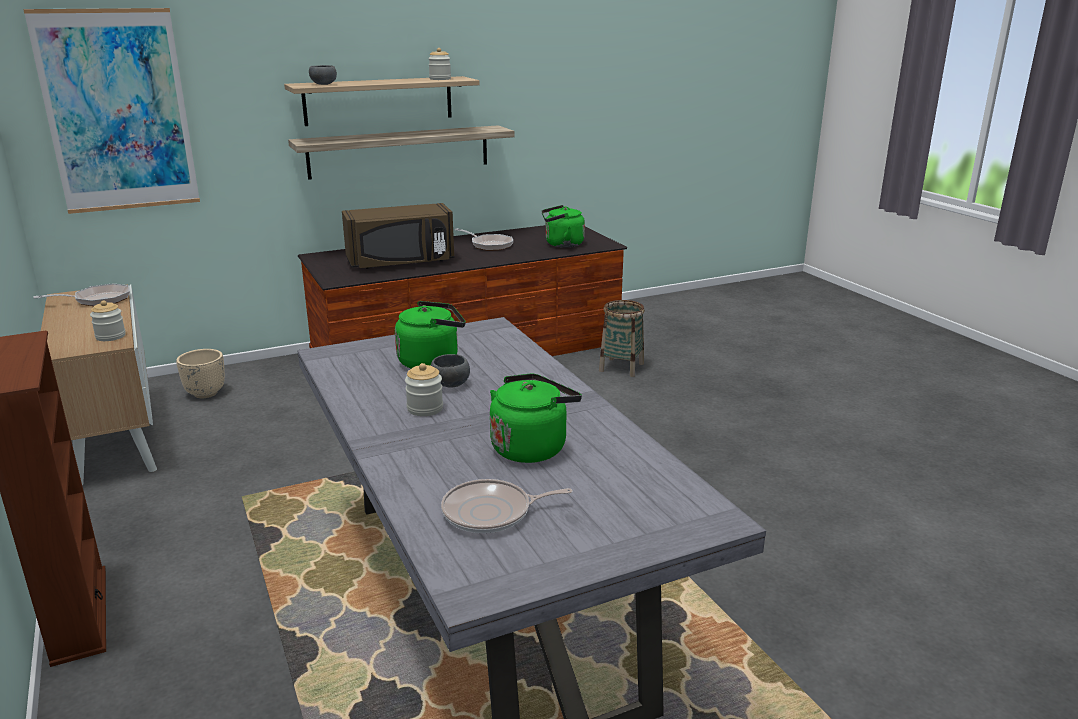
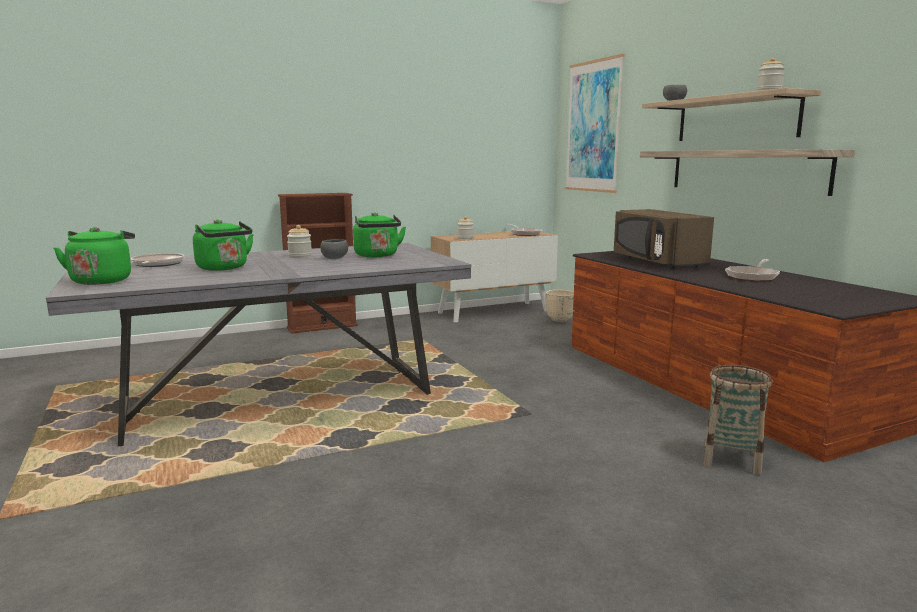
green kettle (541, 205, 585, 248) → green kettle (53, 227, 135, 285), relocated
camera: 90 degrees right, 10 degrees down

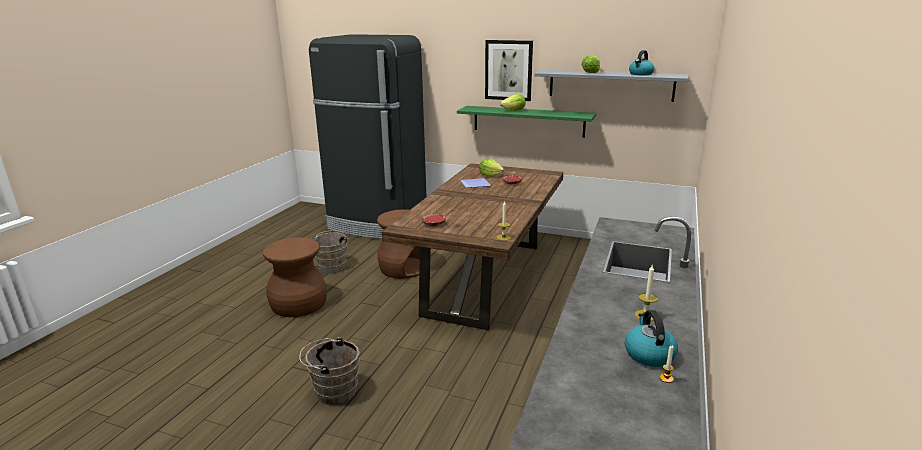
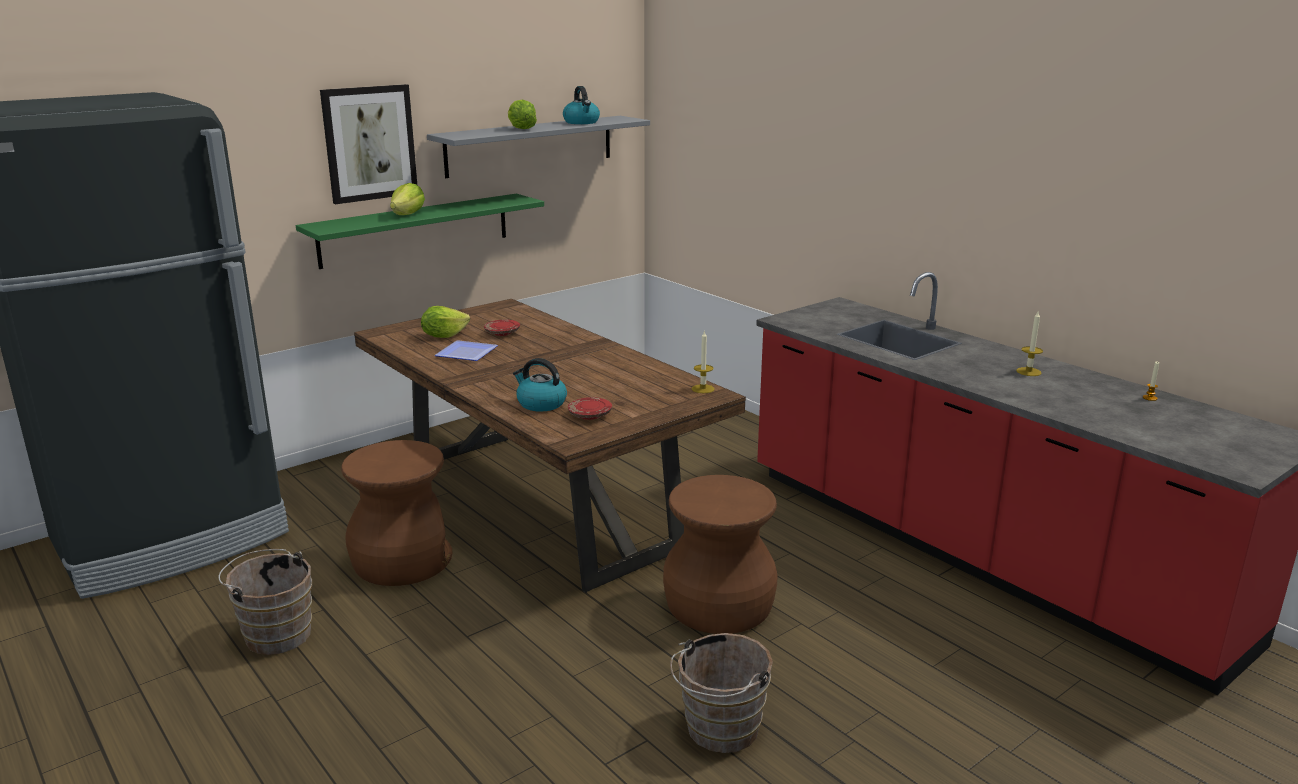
kettle (625, 310, 678, 367) → kettle (513, 358, 567, 412), relocated
brown stool (263, 237, 326, 317) → brown stool (663, 475, 777, 634), relocated
camera: 60 degrees left, 0 degrees up

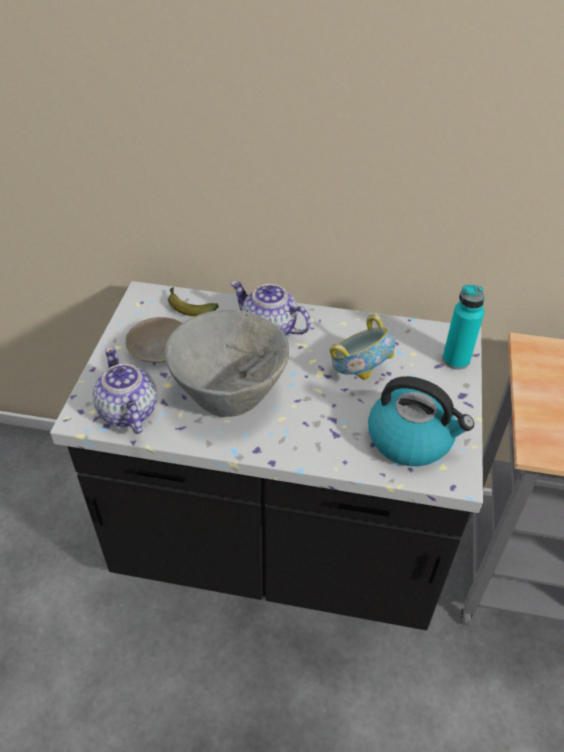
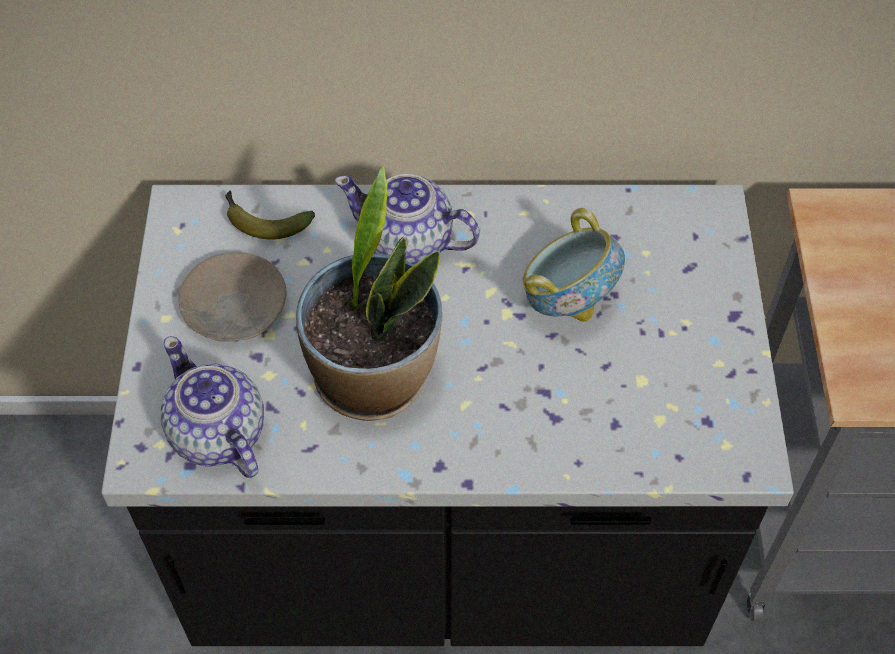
grey bowl (164, 310, 289, 417) → potted plant (296, 166, 443, 421)
kettle (368, 376, 474, 466) → -
turquoise bottle (442, 285, 484, 370) → -
camera: 10 degrees left, 10 degrees up

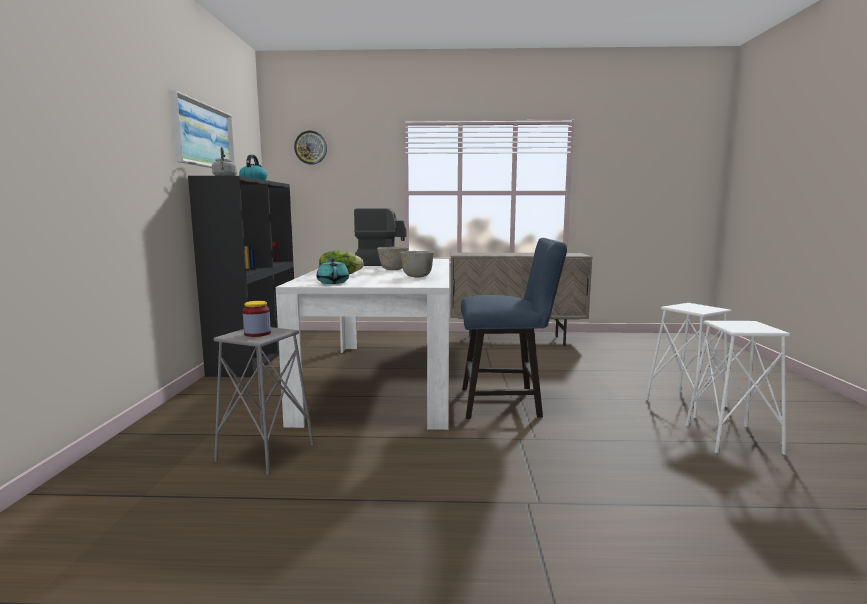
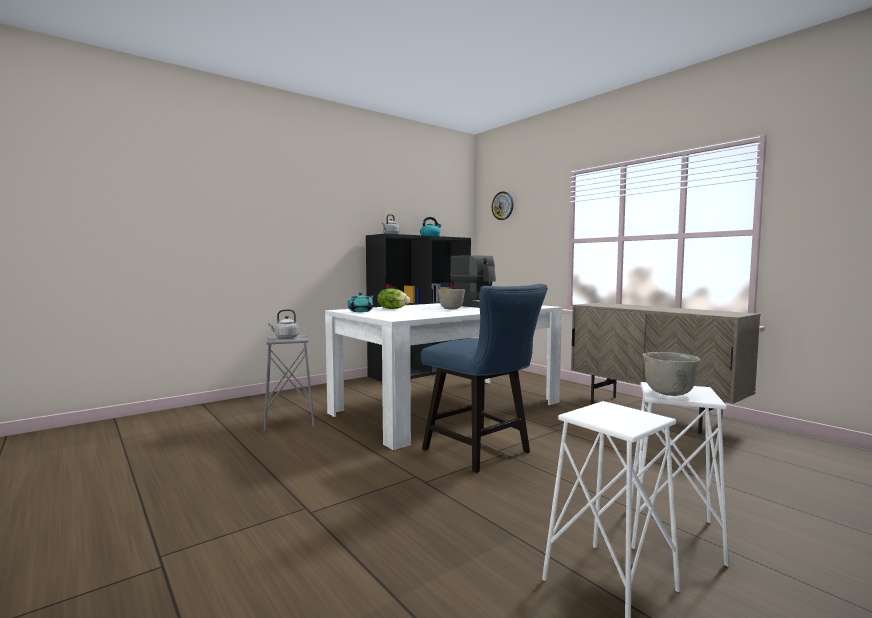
jar (243, 301, 271, 337) → grey kettle (268, 309, 299, 339)
grey bowl (400, 251, 434, 278) → grey bowl (643, 352, 700, 396), relocated
picture (170, 91, 235, 168) → -
camera: 50 degrees right, 5 degrees down

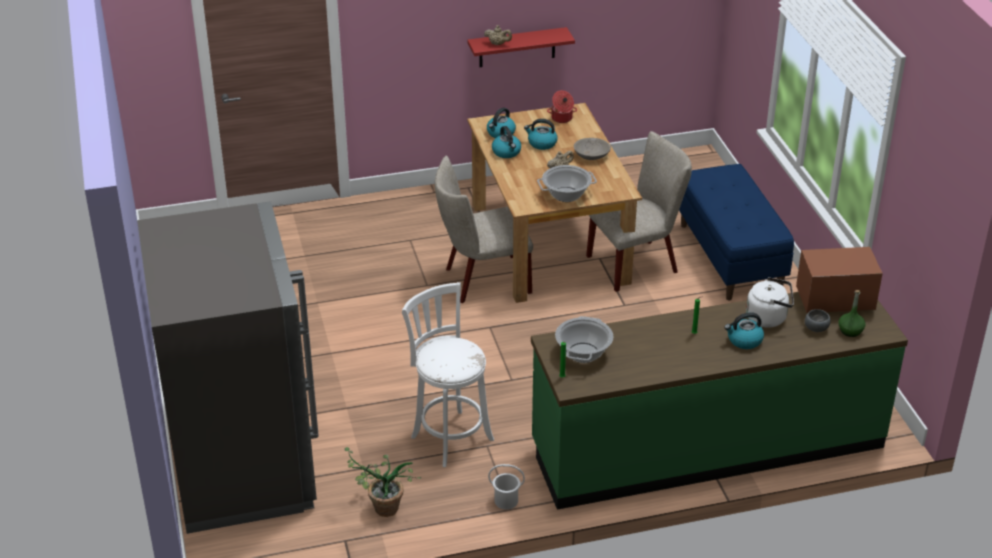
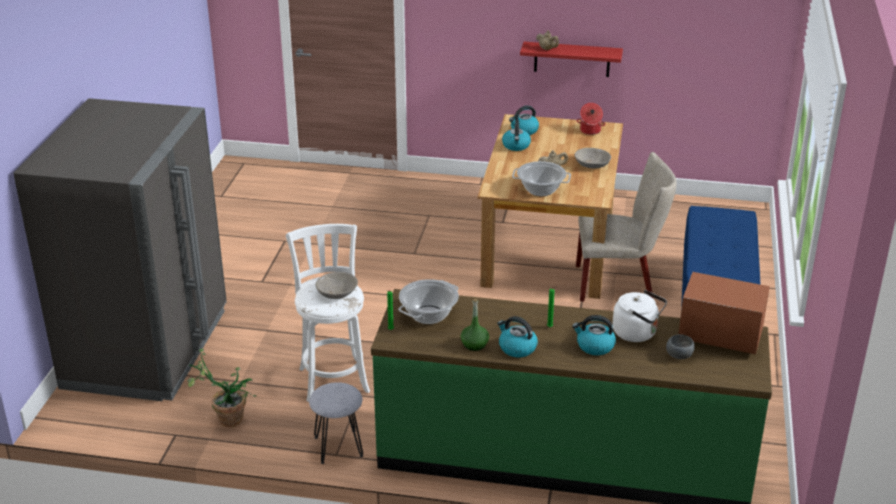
white bucket (488, 464, 525, 510) → grey stool (309, 382, 363, 464)
- → grey bowl (315, 272, 358, 299)
green bottle (838, 290, 865, 337) → green bottle (460, 299, 489, 351), relocated
kettle (524, 119, 558, 150) → kettle (497, 316, 538, 357), relocated
beige chair (435, 156, 533, 303) → -
camera: 25 degrees right, 5 degrees down

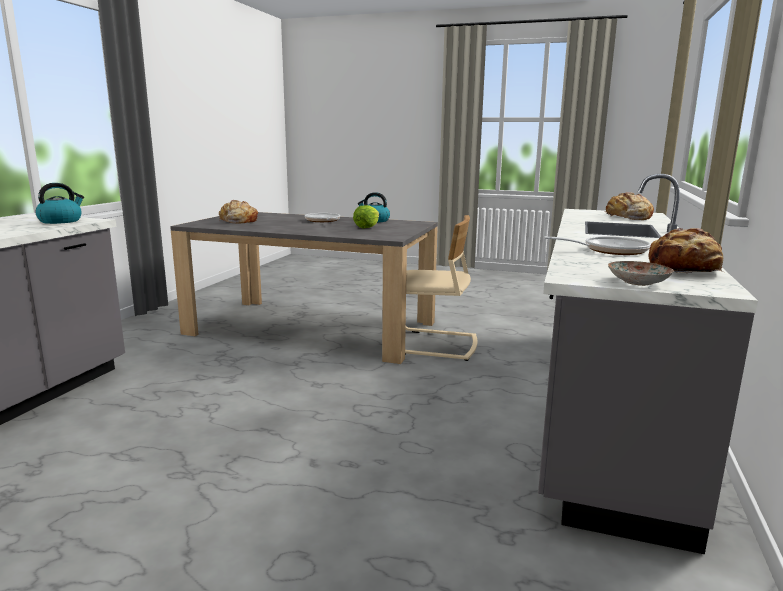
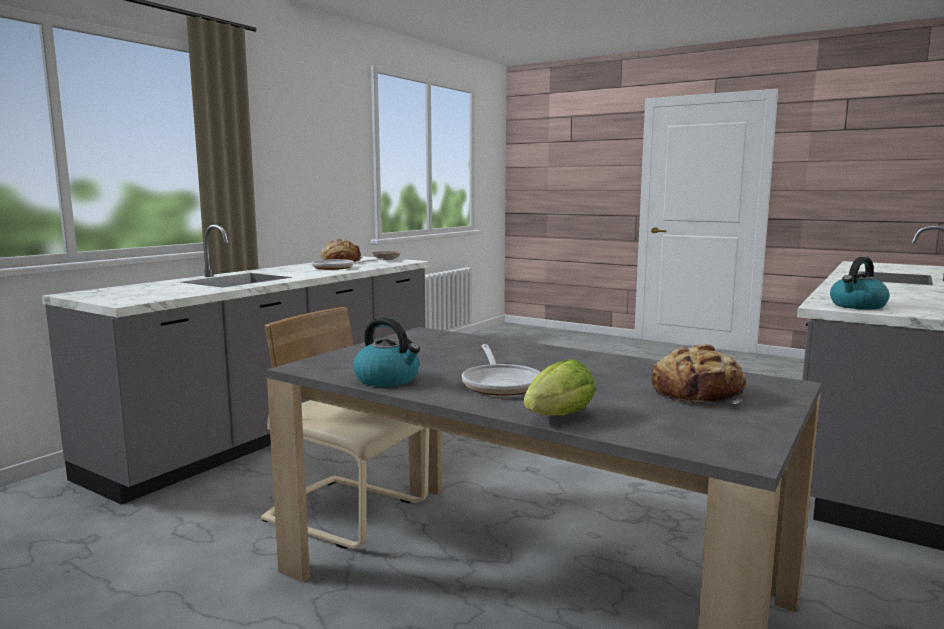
lettuce (353, 205, 379, 228) → lettuce (524, 359, 595, 415), relocated
bread (604, 192, 654, 220) → -
camera: 165 degrees left, 5 degrees down

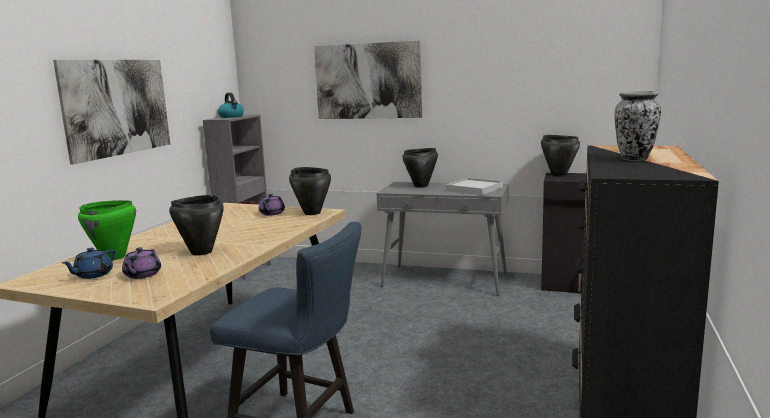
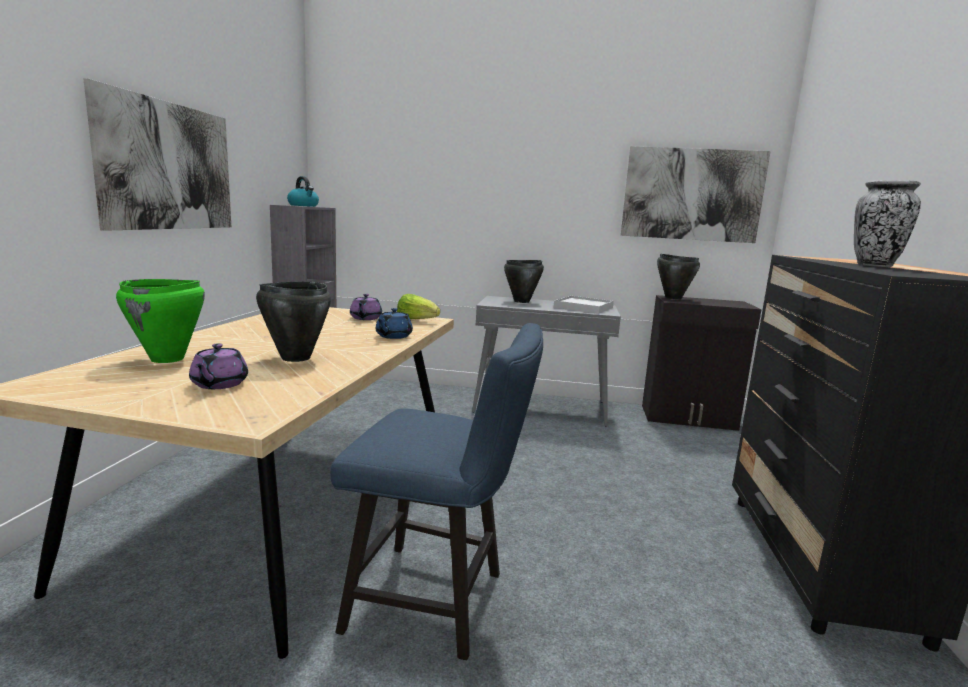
blue teapot (62, 248, 116, 279) → blue teapot (376, 308, 413, 339), relocated
black cooking pot (289, 167, 331, 215) → lettuce (397, 294, 440, 319)
picture (314, 40, 422, 119) → picture (621, 146, 771, 243), relocated
camera: 10 degrees left, 0 degrees up

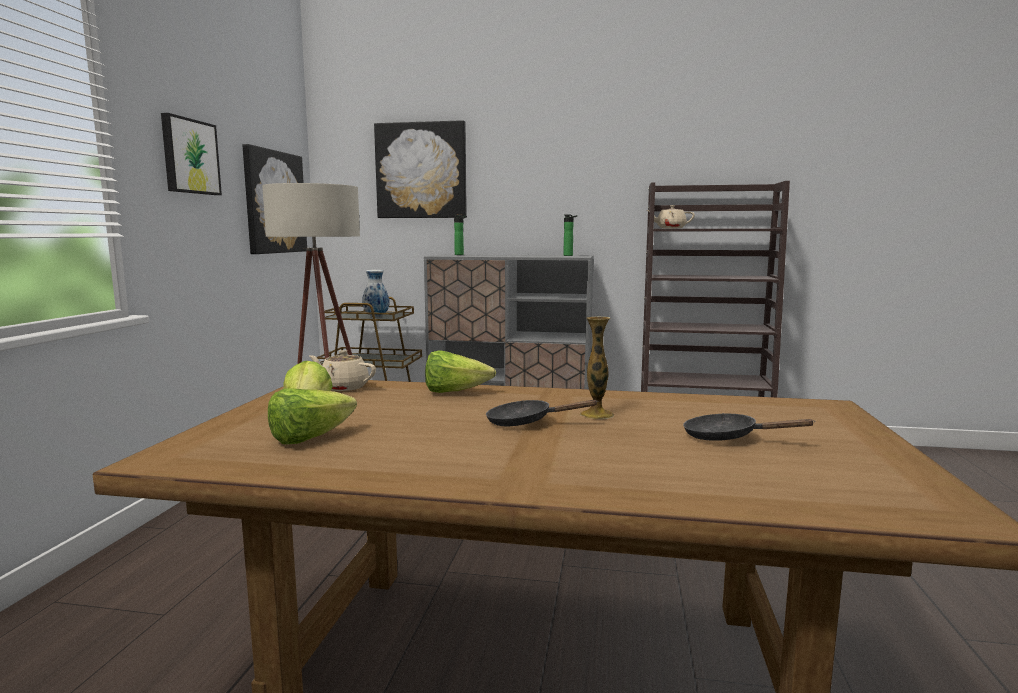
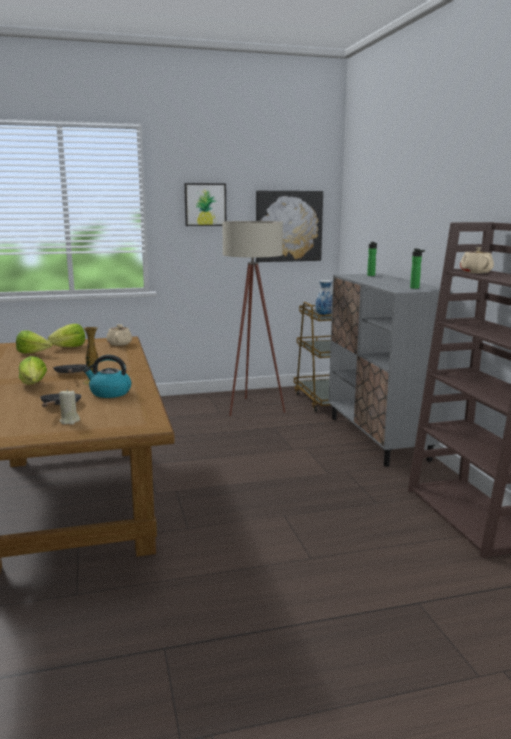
lettuce (425, 350, 496, 393) → lettuce (19, 356, 47, 385), relocated
- → beige candle (59, 389, 80, 425)
- → kettle (83, 355, 131, 398)
picture (374, 120, 467, 218) → -
camera: 65 degrees right, 5 degrees up

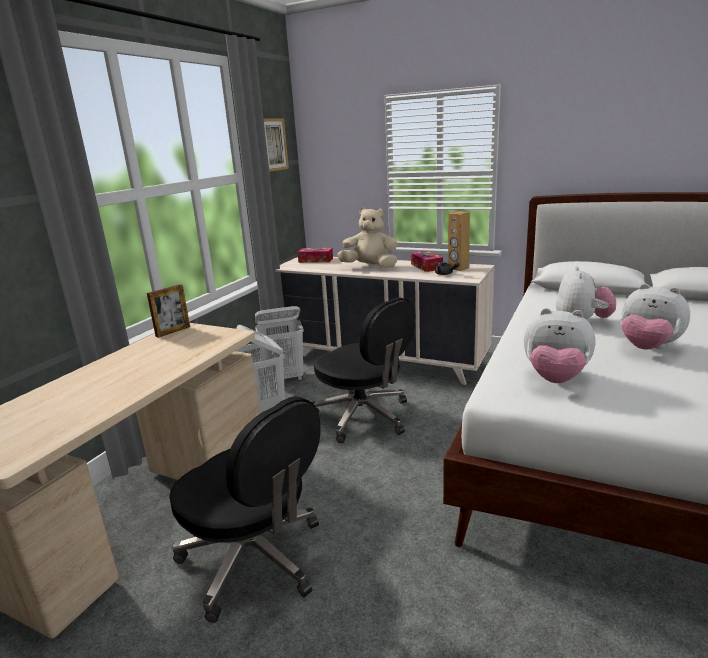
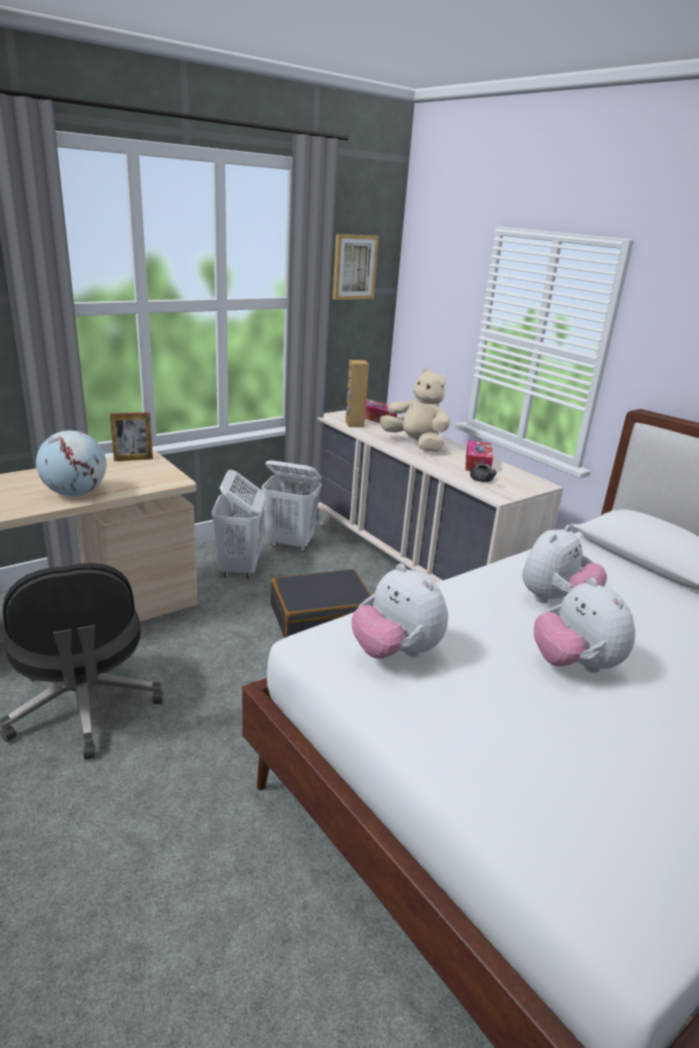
- → globe (36, 430, 106, 496)
black office chair (311, 297, 416, 443) → black suitcase (270, 569, 371, 638)
brown speaker (448, 211, 470, 271) → brown speaker (345, 360, 369, 427), relocated
camera: 25 degrees right, 5 degrees up

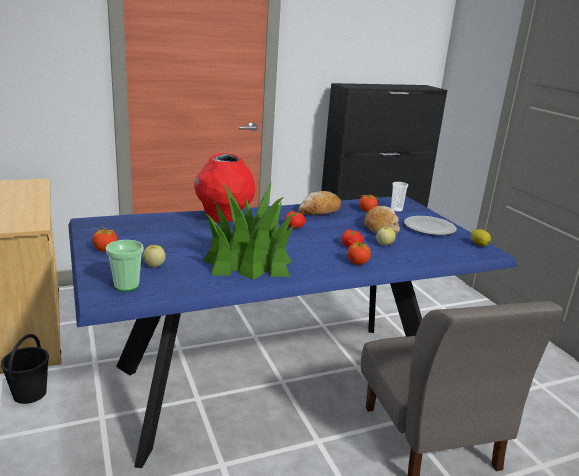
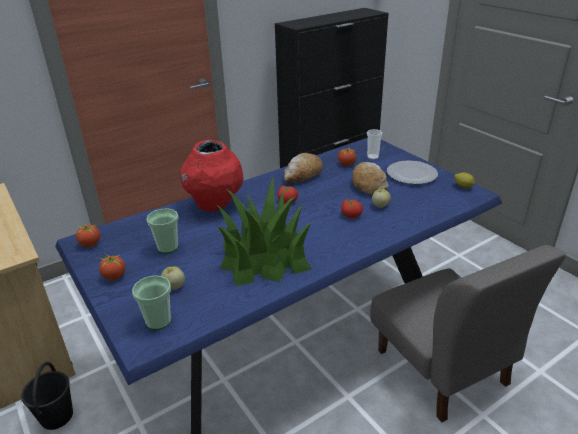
tomato (347, 240, 371, 265) → tomato (75, 221, 100, 247), relocated
- → cup (146, 209, 179, 253)
camera: 10 degrees left, 10 degrees up

